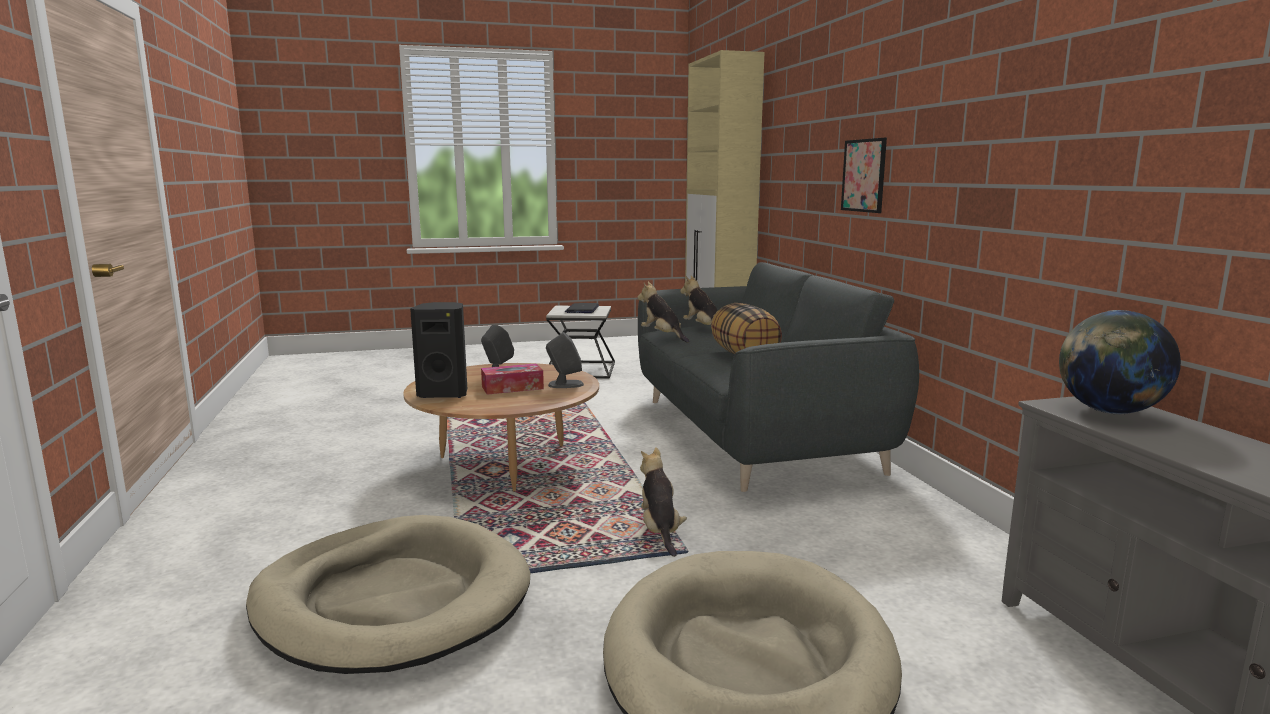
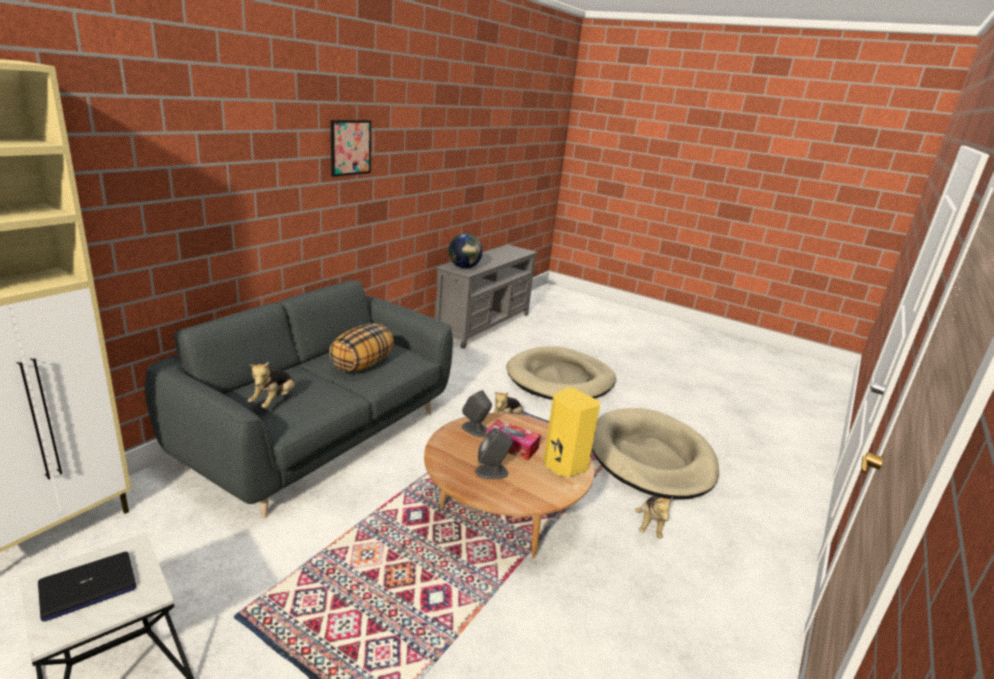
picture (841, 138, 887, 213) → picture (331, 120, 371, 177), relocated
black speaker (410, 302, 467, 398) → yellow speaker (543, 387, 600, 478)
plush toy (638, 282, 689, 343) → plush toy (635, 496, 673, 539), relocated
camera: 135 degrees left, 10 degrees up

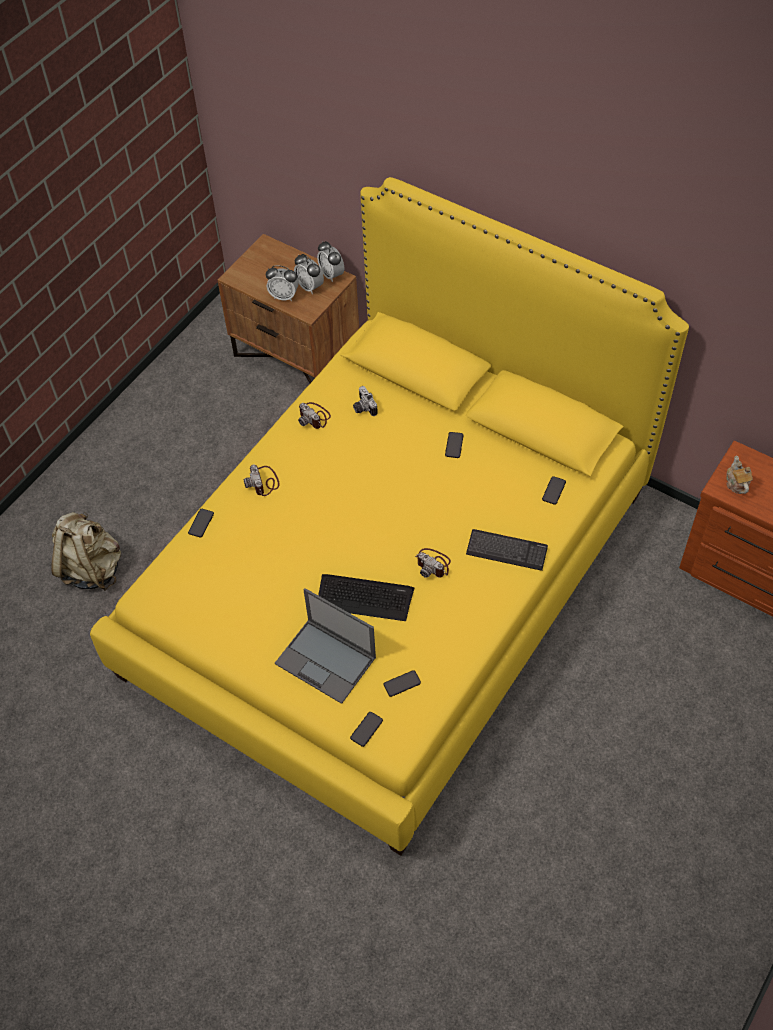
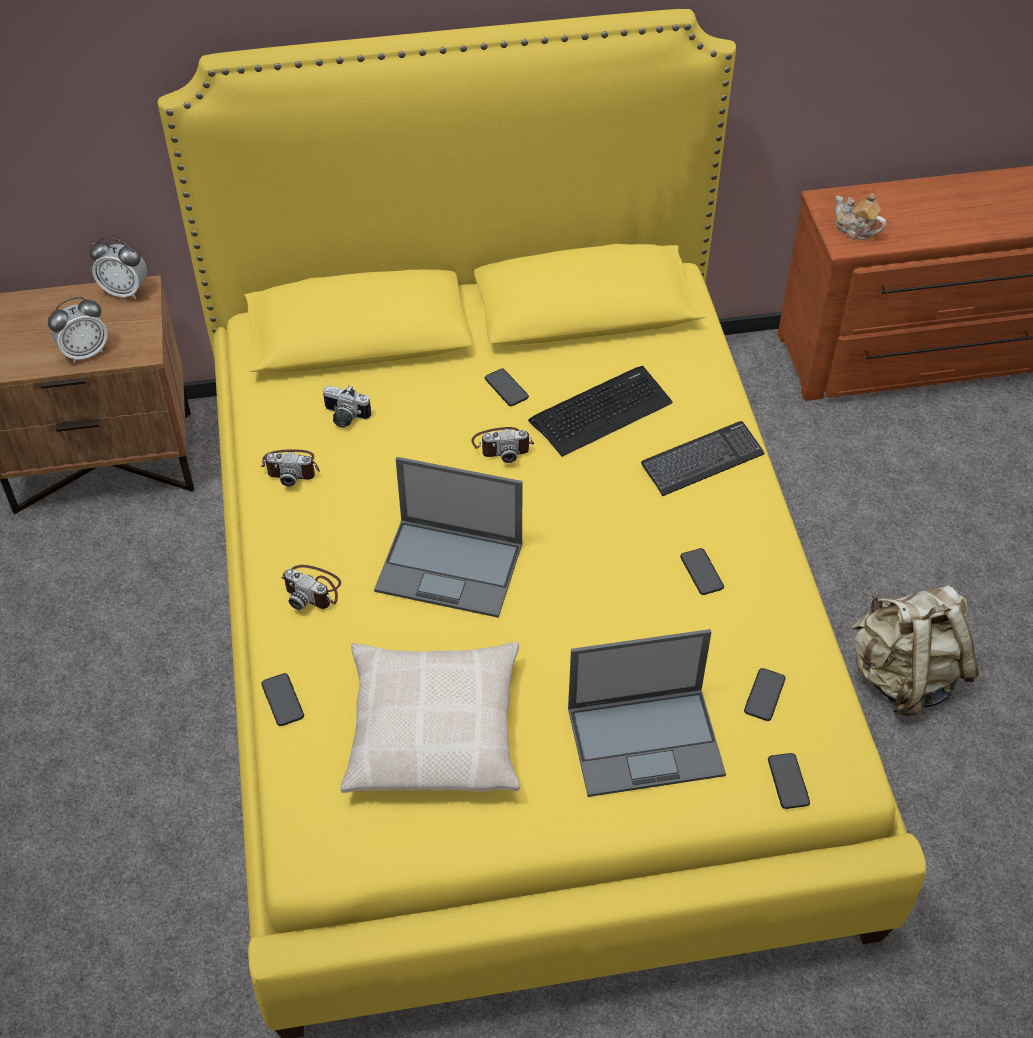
- → beige pillow (340, 642, 520, 793)
- → laptop (374, 457, 522, 618)
photo camera (415, 548, 451, 578) → photo camera (471, 427, 534, 463), relocated
keyboard (318, 574, 414, 621) → keyboard (528, 366, 673, 457), relocated
phone (542, 476, 566, 505) → phone (680, 548, 724, 595), relocated
beige backpack (51, 512, 121, 591) → beige backpack (851, 585, 979, 716), relocated
alarm clock (294, 254, 324, 294) → -
camera: 45 degrees left, 5 degrees down

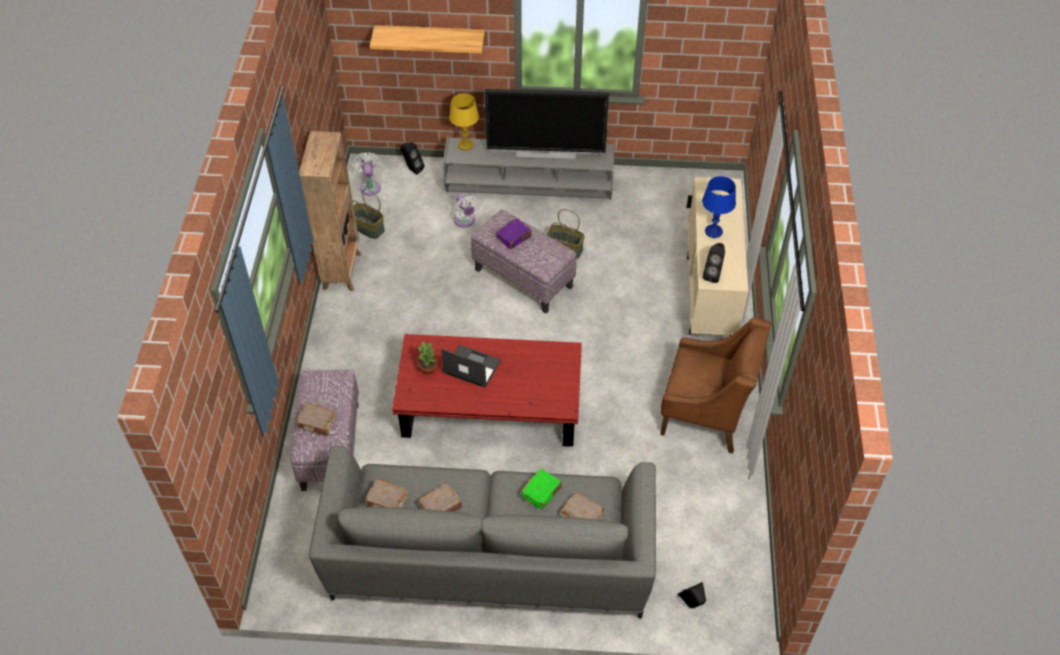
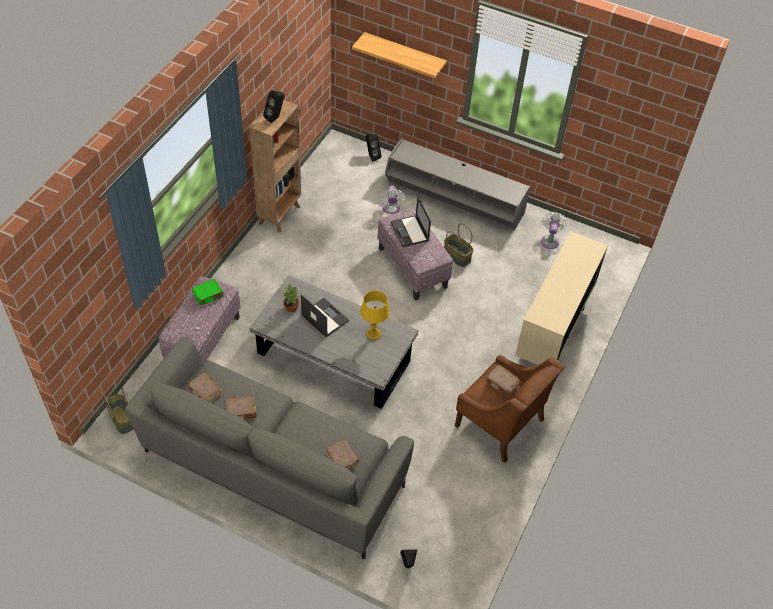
basket (353, 189, 385, 239) → basket (103, 387, 134, 434), relocated
green book (520, 469, 562, 509) → green book (192, 279, 224, 305), relocated
red coffee table (392, 334, 582, 446) → grey coffee table (249, 275, 418, 409)
black speaker (703, 243, 725, 283) → black speaker (263, 90, 284, 123), relocated
yellow table lamp (449, 94, 479, 151) → yellow table lamp (360, 291, 390, 341), relocated
purple book (496, 218, 532, 249) → laptop (390, 196, 431, 247)
brown book (296, 403, 336, 436) → brown book (486, 365, 520, 397), relocated
white fan (353, 152, 381, 196) → white fan (541, 212, 567, 249), relocated
television (484, 89, 609, 160) → -
blue table lamp (702, 176, 736, 238) → -
camera: 20 degrees right, 0 degrees up

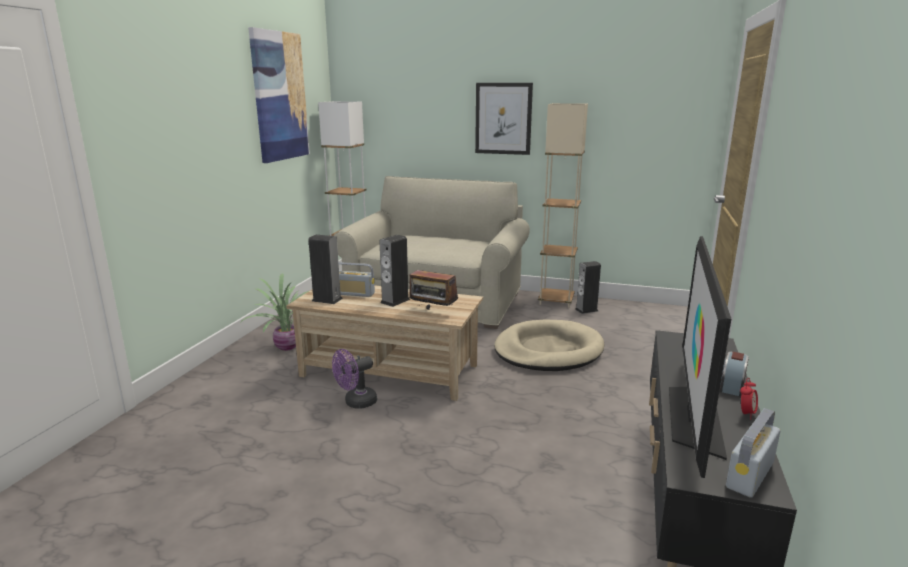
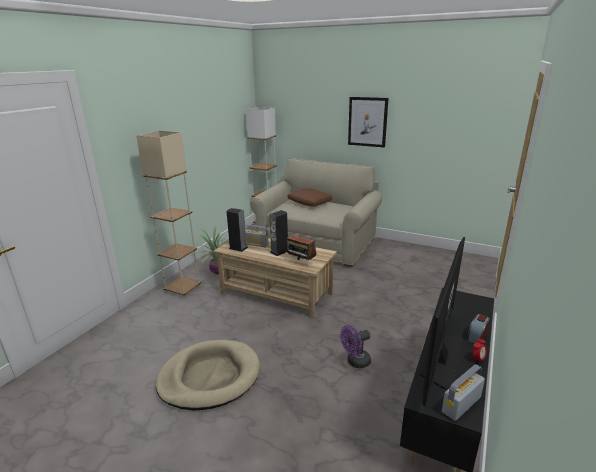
beige floor lamp (538, 103, 588, 308) → beige floor lamp (136, 131, 201, 298), relocated
beige dog bed (494, 319, 604, 371) → beige dog bed (156, 340, 260, 411), relocated
- → brown pillow (287, 188, 332, 207)
purple fan (332, 349, 377, 409) → purple fan (340, 325, 371, 368), relocated
picture (248, 27, 310, 163) → -
speaker (575, 261, 601, 314) → -
camera: 10 degrees right, 5 degrees up

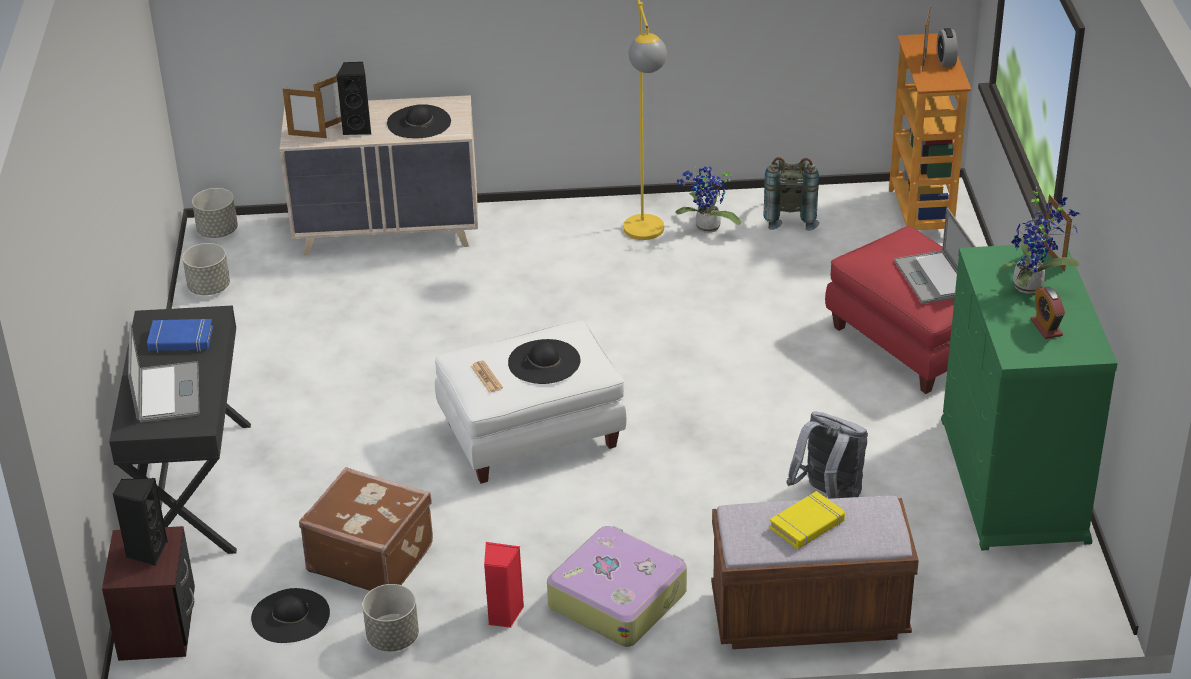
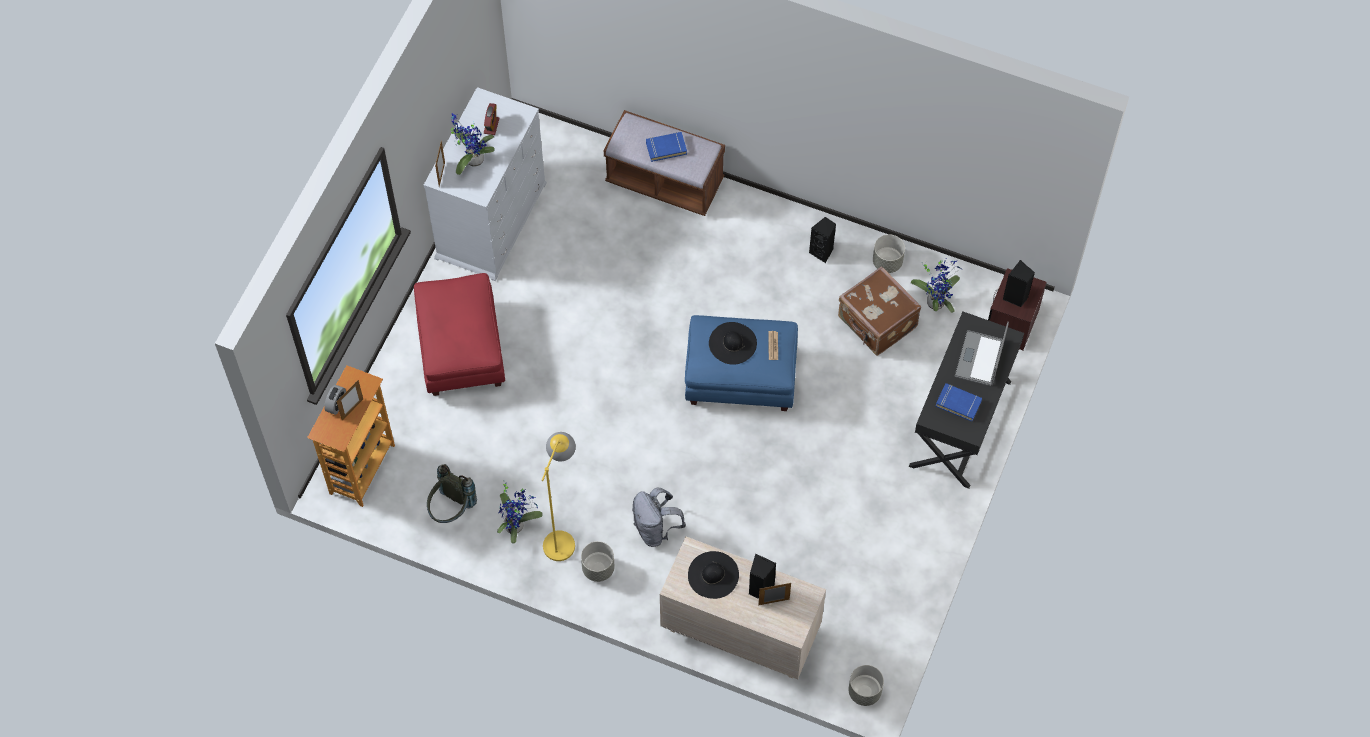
green dresser (941, 245, 1118, 551) → white dresser (424, 87, 547, 281)
grey planter (182, 243, 230, 295) → grey planter (581, 541, 615, 582), relocated
grey backpack (786, 411, 868, 499) → grey backpack (632, 488, 686, 547), relocated
yellow book (769, 491, 845, 549) → blue book (646, 132, 687, 162)
white ottoman (435, 320, 626, 484) → blue ottoman (685, 315, 798, 411)
red speaker (484, 542, 524, 628) → black speaker (809, 217, 836, 263)
black hat (251, 588, 330, 643) → potted plant (911, 259, 962, 313)
picture frame (283, 87, 327, 138) → -
suitcase (547, 526, 687, 647) → -
laptop (894, 207, 976, 304) → -
camera: 155 degrees left, 25 degrees up

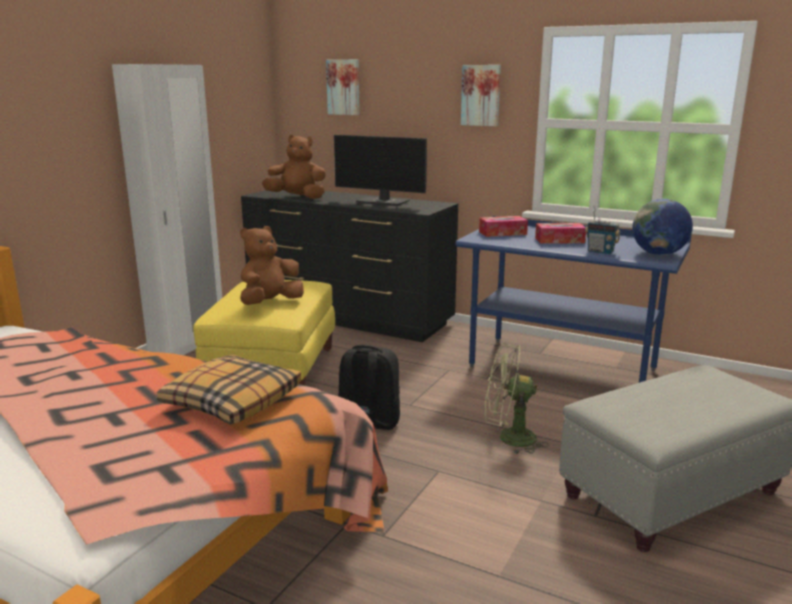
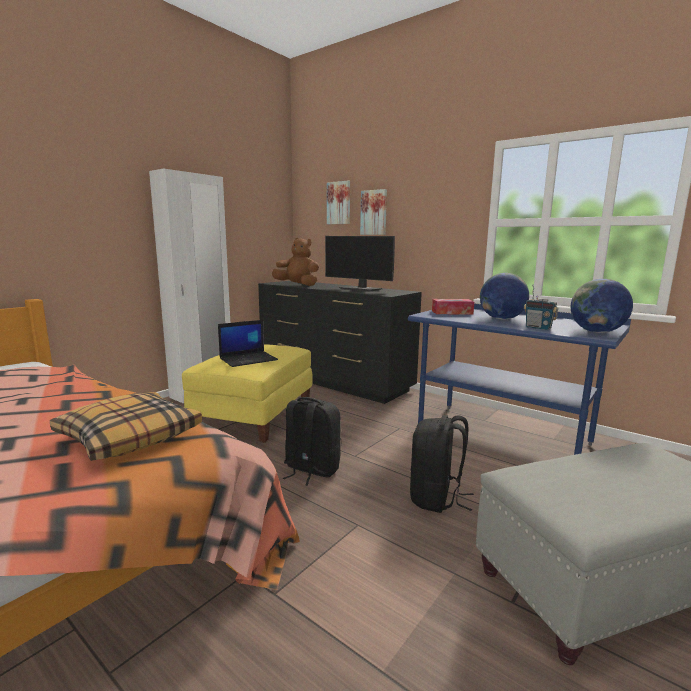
brown plush toy (240, 226, 304, 305) → laptop (218, 320, 278, 367)
picture (461, 65, 501, 126) → picture (360, 189, 387, 235), relocated
green fan (484, 343, 549, 455) → black backpack (410, 415, 474, 513)
tissue box (535, 223, 586, 243) → globe (480, 273, 529, 320)
camera: 10 degrees right, 5 degrees down

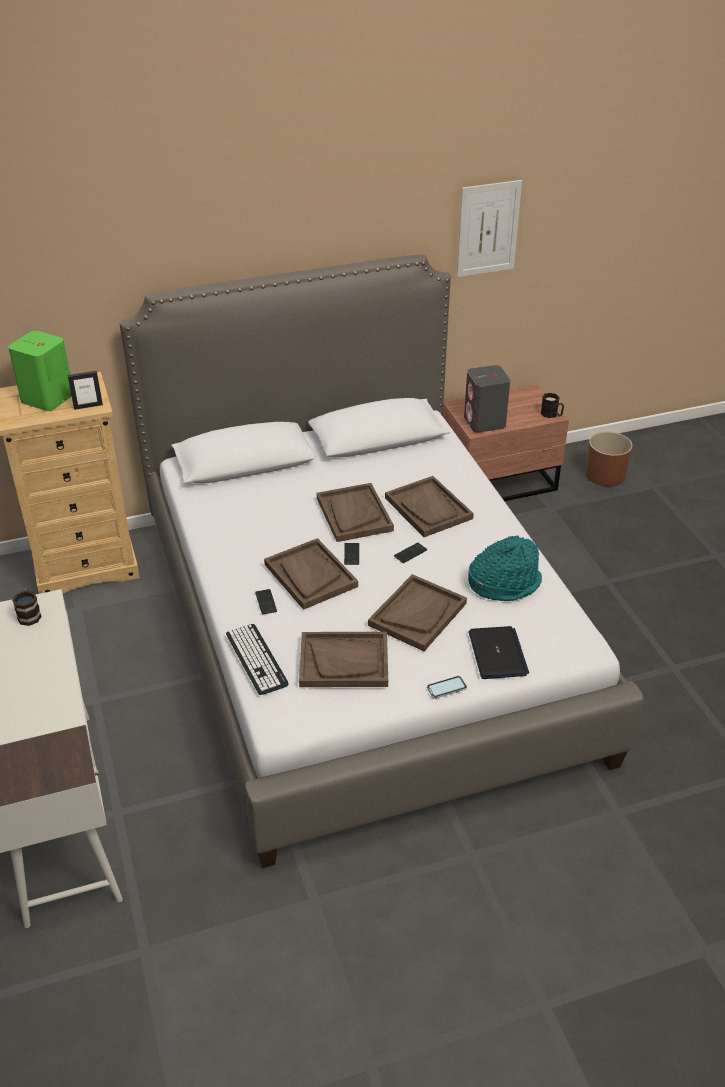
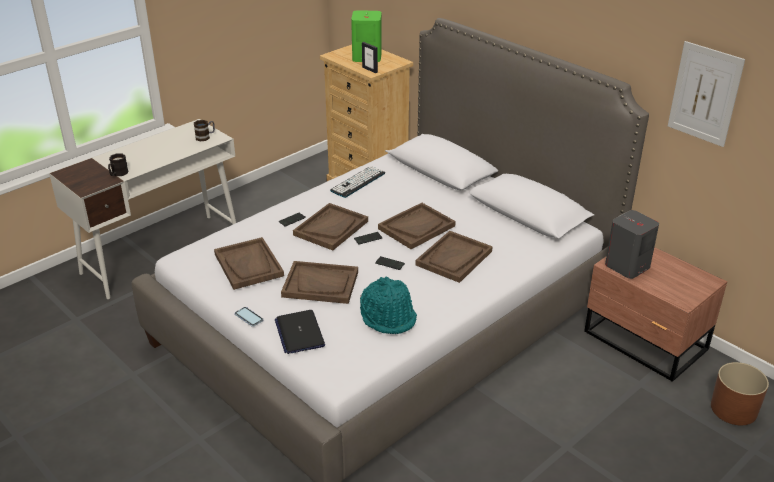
black mug (540, 393, 564, 418) → black mug (108, 153, 128, 176), relocated
laptop (469, 626, 529, 679) → laptop (275, 310, 325, 354), 105 degrees clockwise
keyboard (226, 624, 289, 695) → keyboard (330, 166, 385, 198), relocated
camera: 65 degrees right, 5 degrees down

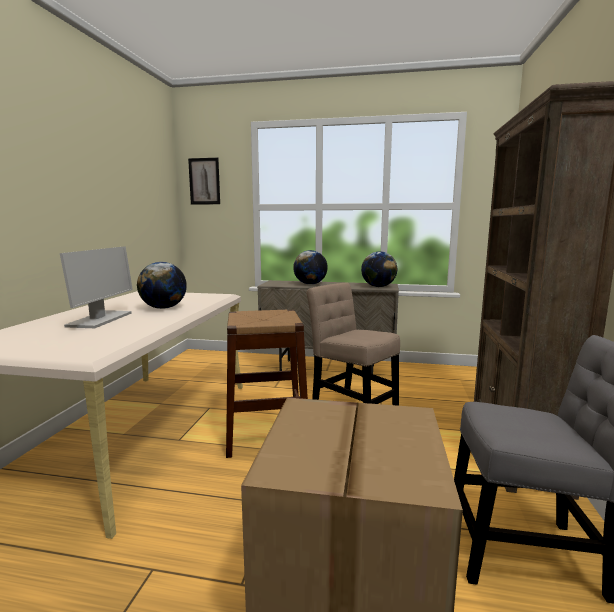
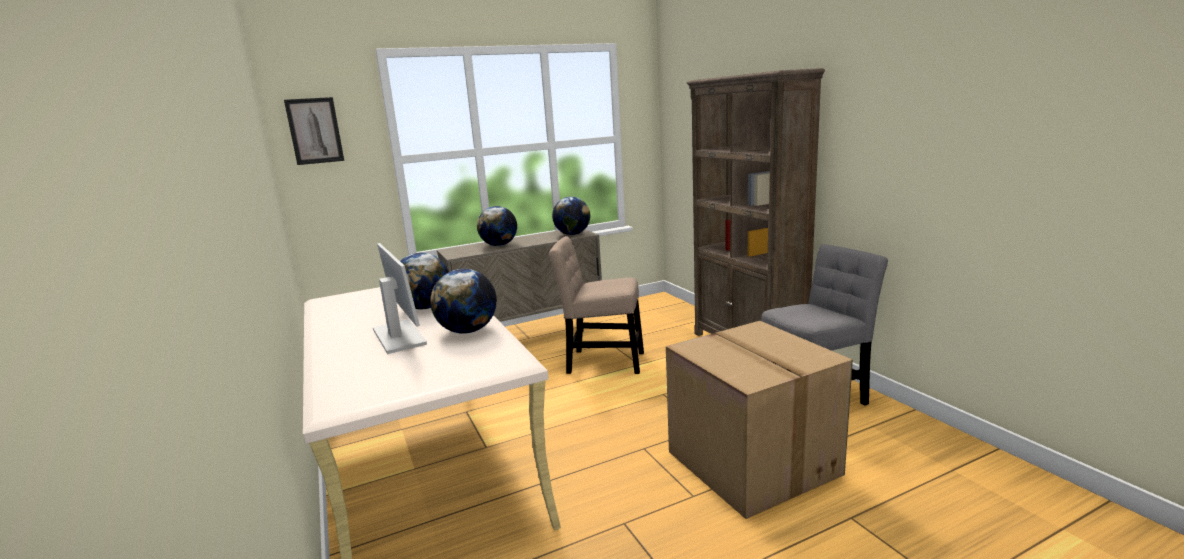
- → globe (430, 269, 497, 334)
brown stool (226, 310, 308, 458) → -
camera: 35 degrees left, 5 degrees up

